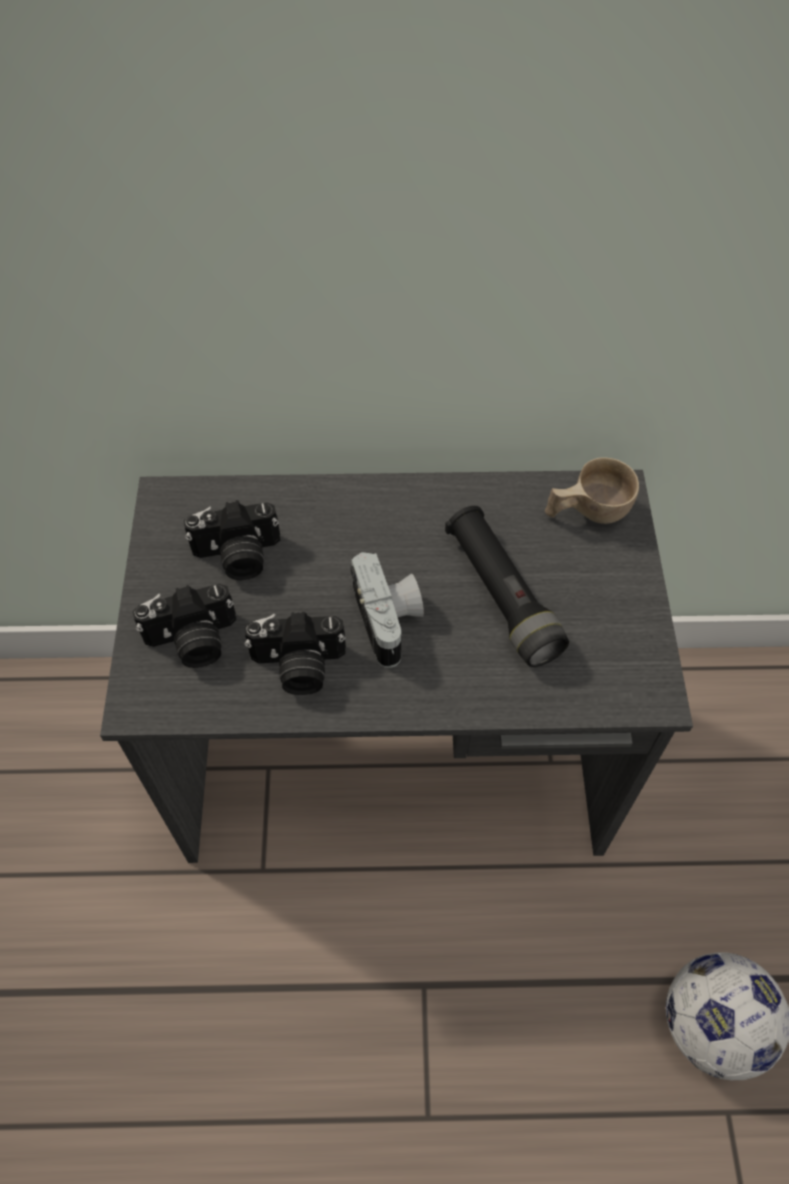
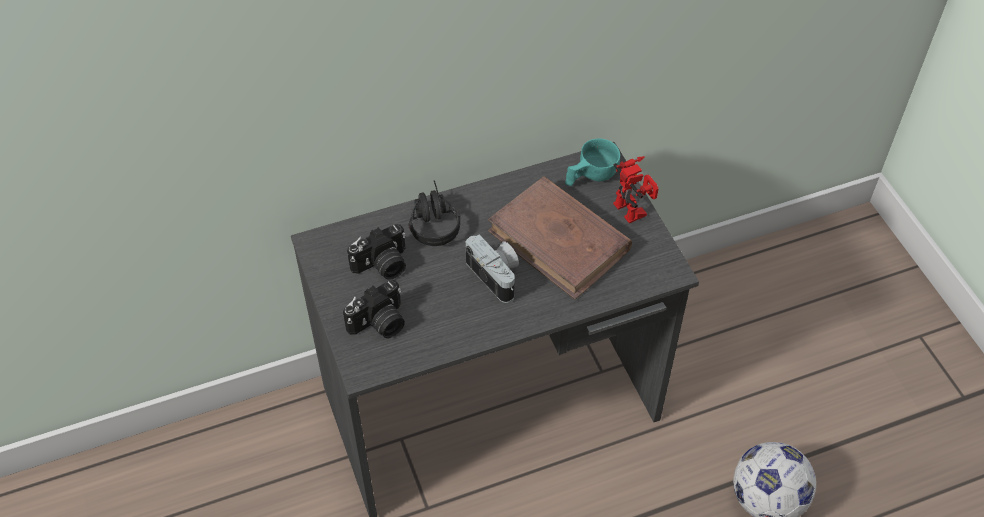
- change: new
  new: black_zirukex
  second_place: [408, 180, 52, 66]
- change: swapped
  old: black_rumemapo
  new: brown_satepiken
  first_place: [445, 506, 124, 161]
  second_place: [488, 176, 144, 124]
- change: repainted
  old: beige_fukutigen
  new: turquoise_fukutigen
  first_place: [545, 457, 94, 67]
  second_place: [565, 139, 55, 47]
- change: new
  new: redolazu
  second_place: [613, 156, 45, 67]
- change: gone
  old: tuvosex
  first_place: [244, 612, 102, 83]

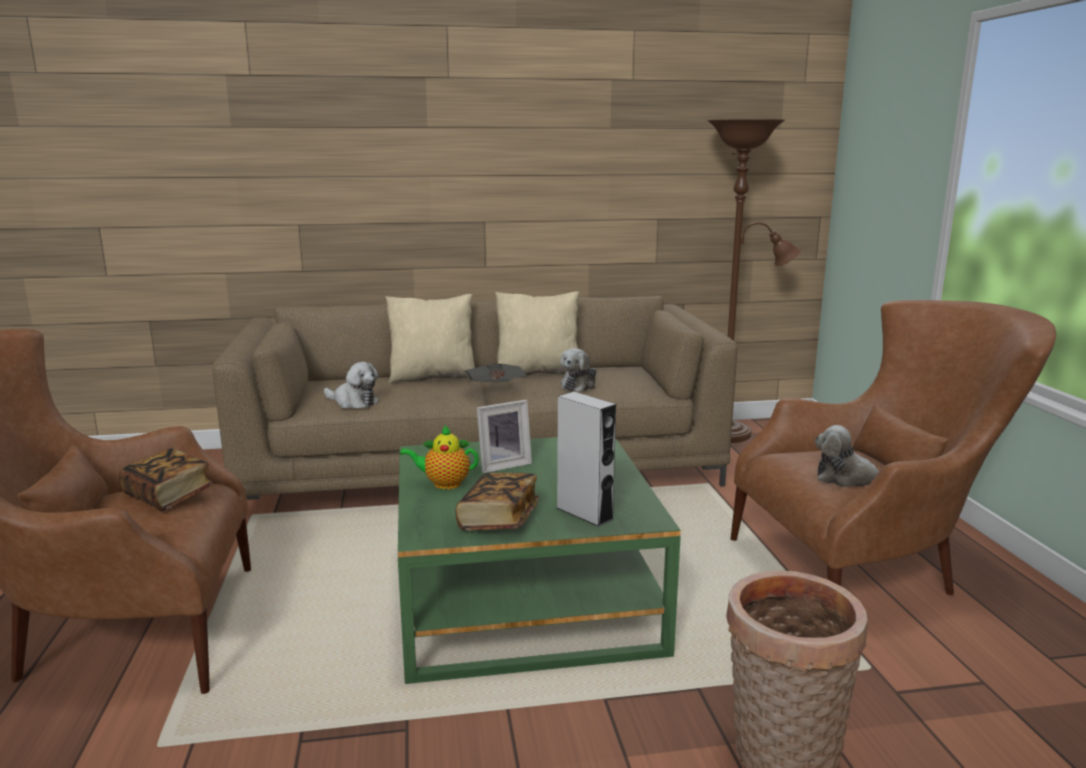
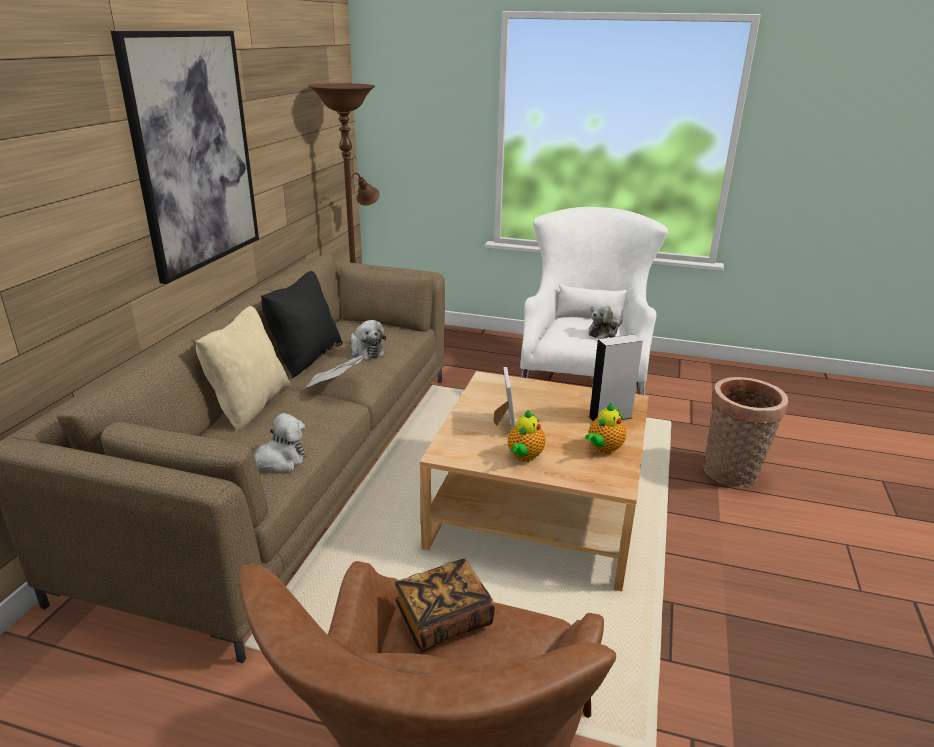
- change: new
  new: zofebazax
  second_place: [111, 31, 148, 253]
- change: repainted
  old: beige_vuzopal
  new: black_vuzopal
  first_place: [495, 291, 84, 84]
  second_place: [261, 271, 82, 107]
- change: repainted
  old: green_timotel
  new: beige_timotel
  first_place: [398, 437, 283, 247]
  second_place: [420, 371, 229, 220]
- change: repainted
  old: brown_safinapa
  new: white_safinapa
  first_place: [731, 300, 325, 296]
  second_place: [520, 207, 148, 188]
- change: swapped
  old: satepiken
  new: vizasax
  first_place: [456, 473, 83, 58]
  second_place: [585, 403, 41, 51]

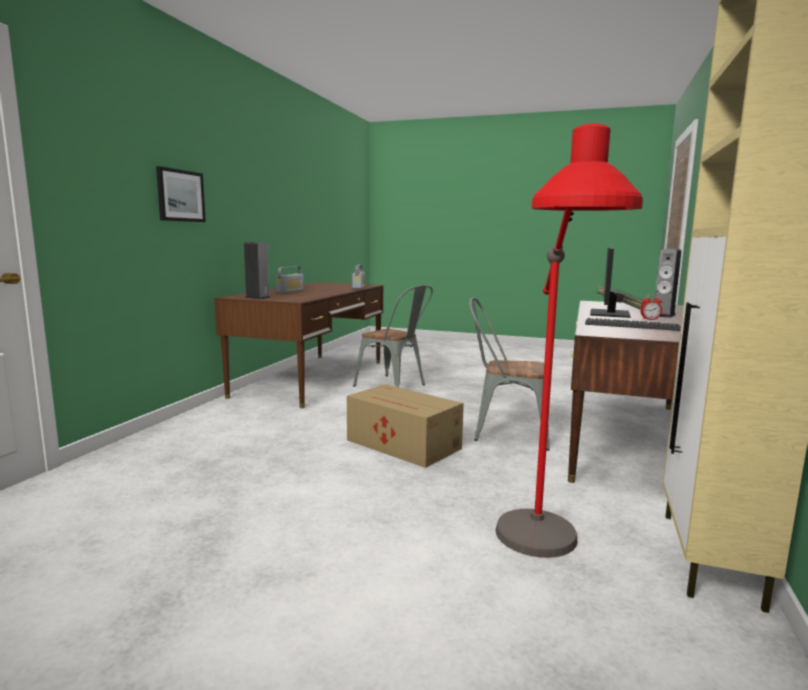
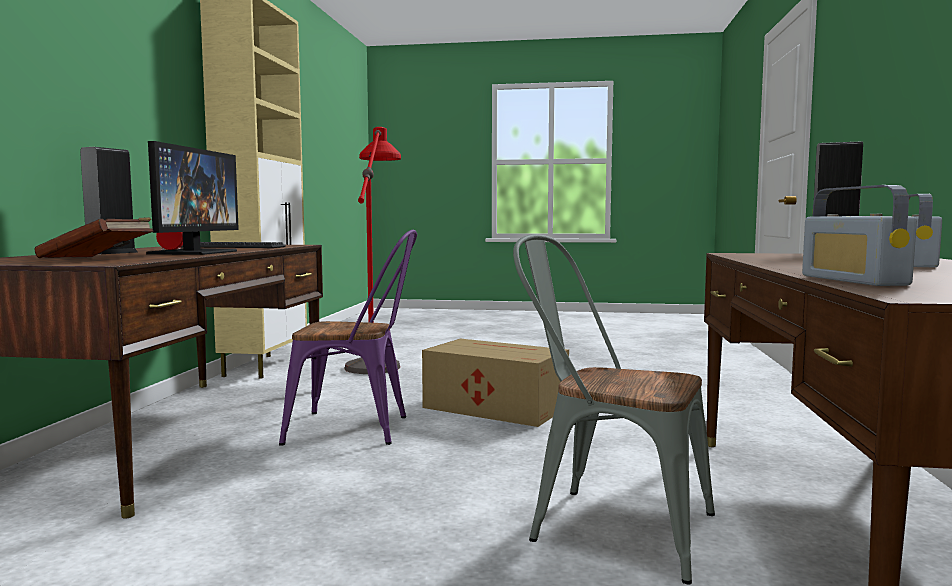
- change: repainted
  old: green_satepiken
  new: brown_satepiken
  first_place: [597, 285, 47, 24]
  second_place: [34, 217, 120, 41]
- change: repainted
  old: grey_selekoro
  new: purple_selekoro
  first_place: [469, 297, 81, 153]
  second_place: [279, 230, 138, 216]
- change: gone
  old: zofebazax
  first_place: [156, 166, 50, 56]

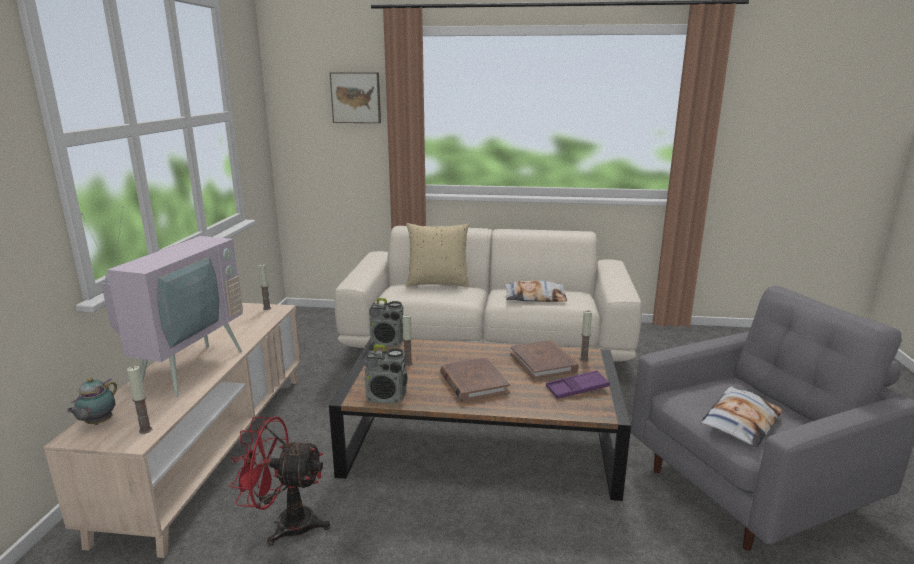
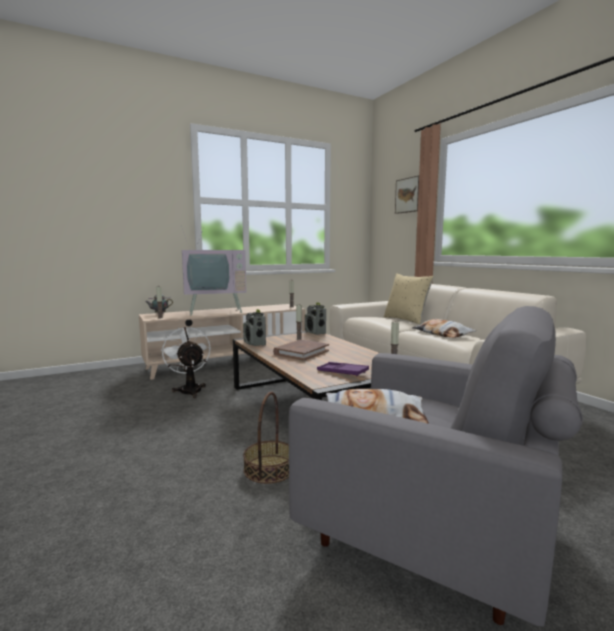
- change: repainted
  old: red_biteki
  new: white_biteki
  first_place: [229, 417, 101, 129]
  second_place: [161, 327, 49, 71]
- change: new
  new: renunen
  second_place: [243, 392, 46, 92]
- change: gone
  old: brown_satepiken
  first_place: [510, 340, 69, 40]

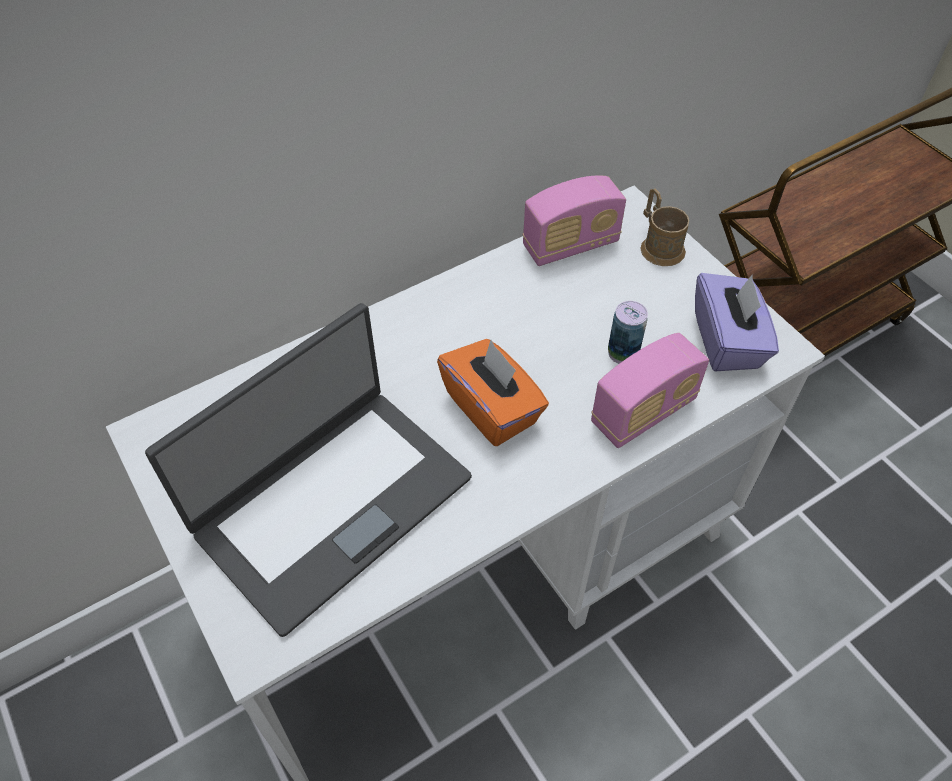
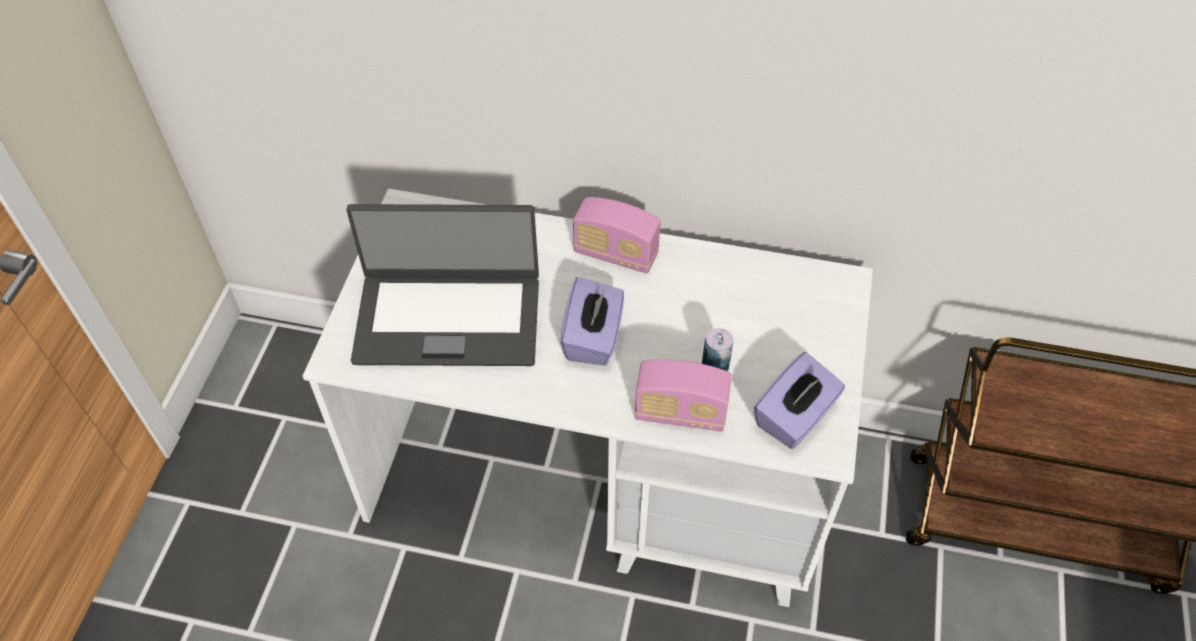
- change: repainted
  old: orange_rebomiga
  new: purple_rebomiga
  first_place: [437, 339, 112, 107]
  second_place: [560, 277, 64, 88]
- change: shifted
  old: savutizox
  first_place: [523, 176, 103, 90]
  second_place: [573, 197, 88, 77]
- change: gone
  old: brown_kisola
  first_place: [640, 188, 50, 78]

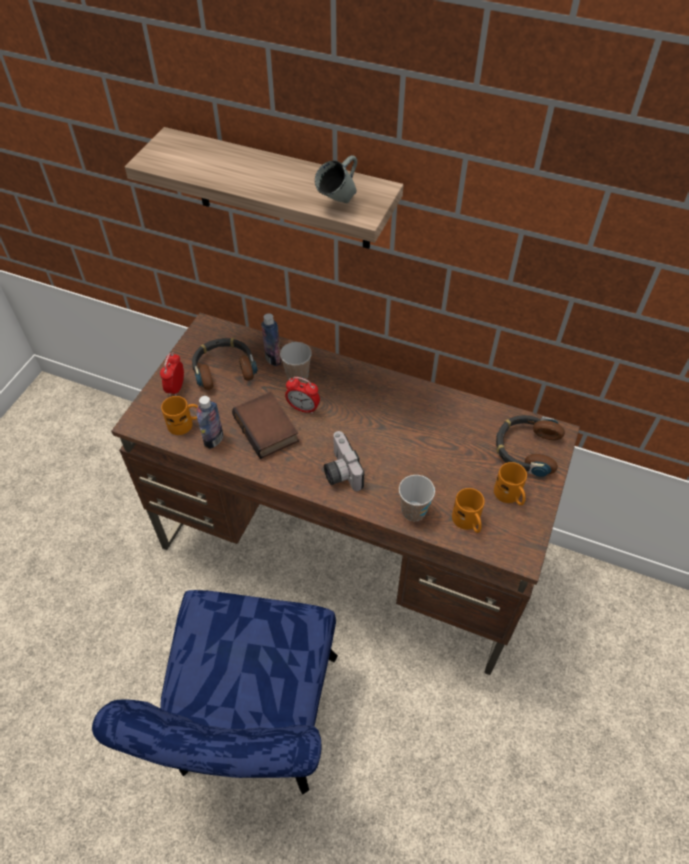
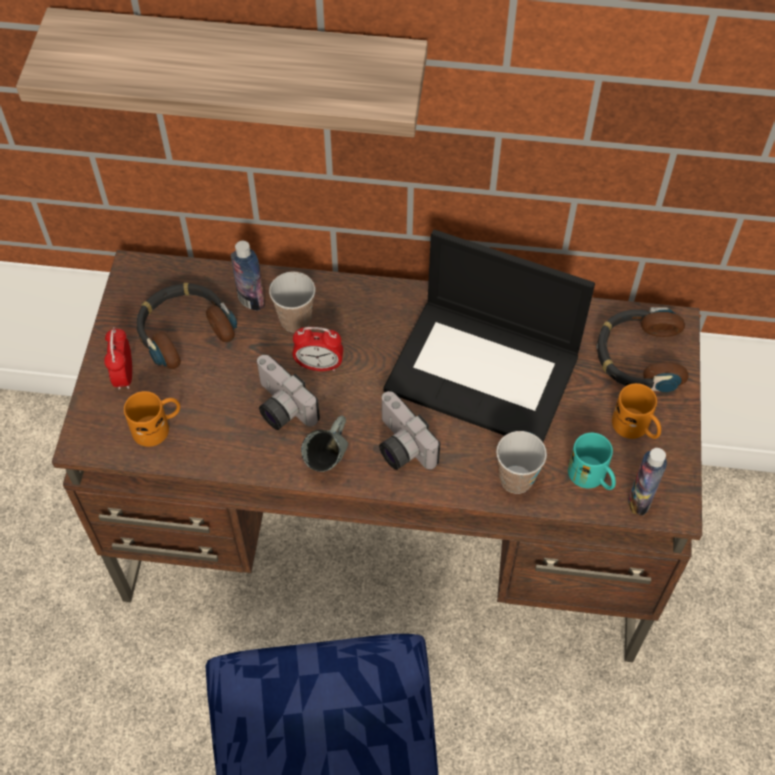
- change: swapped
  old: satepiken
  new: tuvosex
  first_place: [232, 392, 67, 67]
  second_place: [256, 355, 64, 75]
- change: shifted
  old: grey_kisola
  first_place: [315, 155, 42, 48]
  second_place: [301, 415, 47, 57]
- change: new
  new: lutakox
  second_place: [384, 230, 211, 212]
- change: repainted
  old: orange_kisola
  new: turquoise_kisola
  first_place: [452, 488, 32, 45]
  second_place: [568, 433, 48, 57]
- change: shifted
  old: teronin
  first_place: [197, 396, 26, 53]
  second_place: [628, 448, 39, 68]

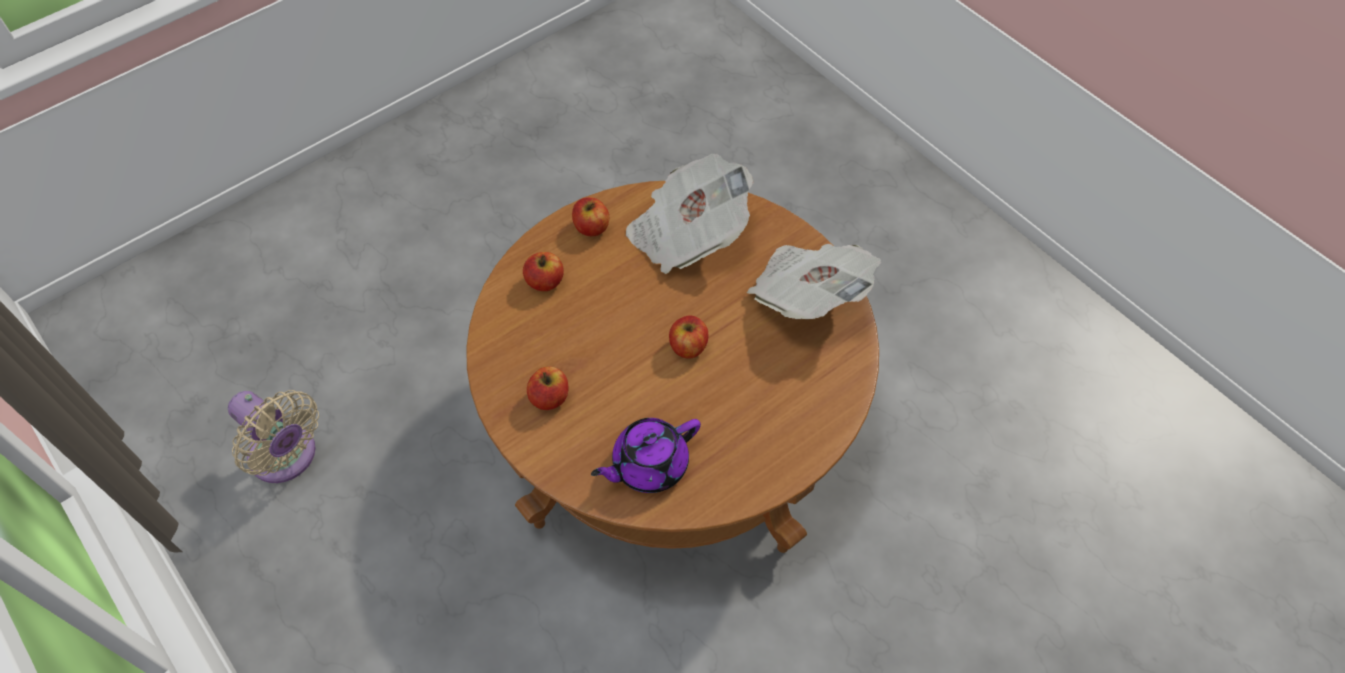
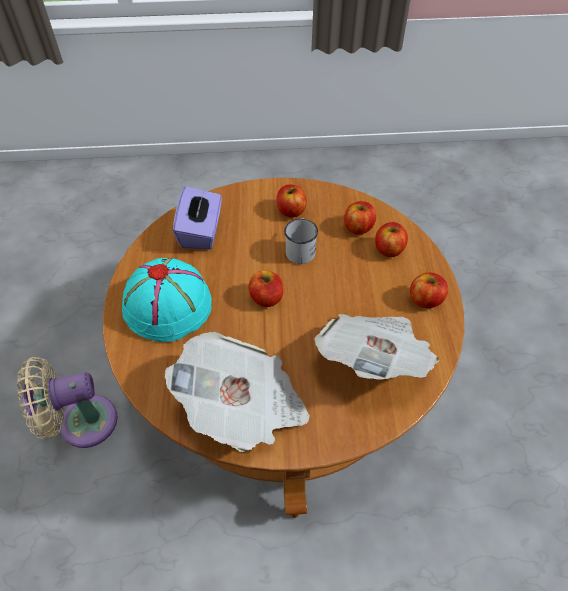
- change: shifted
  old: beige_biteki
  first_place: [228, 390, 91, 93]
  second_place: [17, 357, 101, 91]
- change: new
  new: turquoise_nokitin
  second_place: [122, 258, 90, 84]
- change: swapped
  old: purple_vizasax
  new: purple_rebomiga
  first_place: [591, 418, 110, 75]
  second_place: [173, 186, 49, 64]
- change: new
  new: white_kisola
  second_place: [284, 218, 34, 46]
- change: new
  new: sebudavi
  second_place: [344, 201, 32, 34]

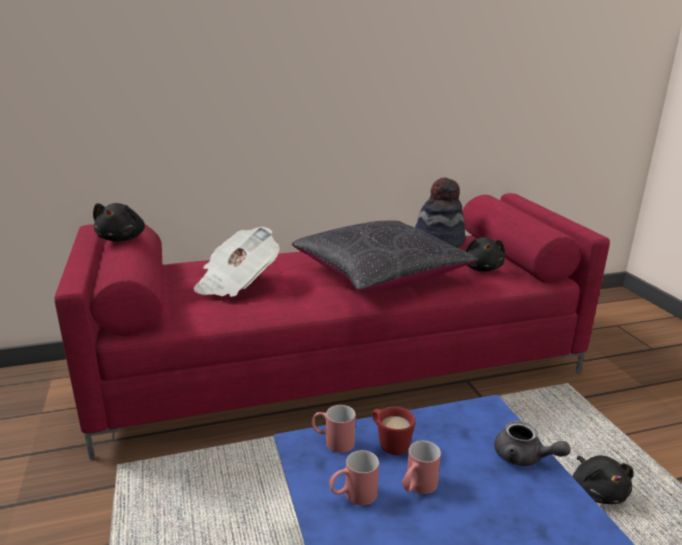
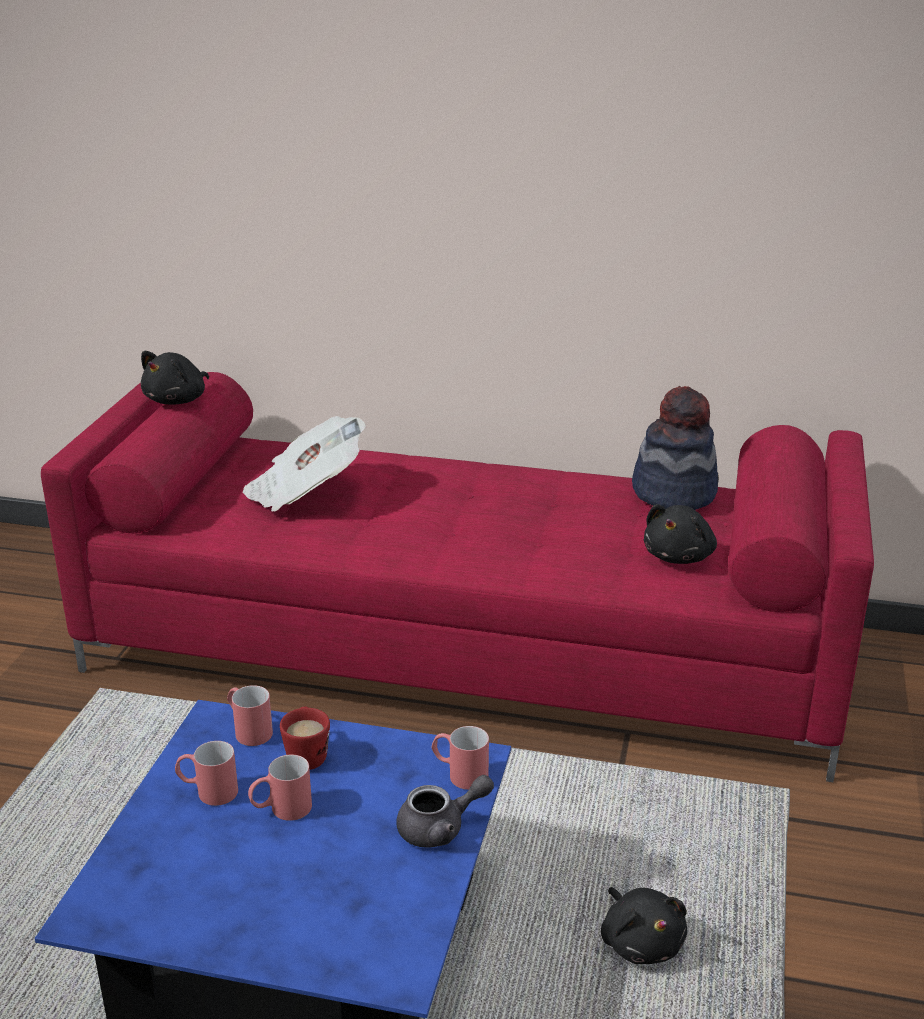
- change: rotated
  old: grey_vizasax
  first_place: [494, 421, 76, 45]
  second_place: [396, 775, 98, 73]
  degrees: -90
- change: new
  new: red_kisola
  second_place: [432, 726, 57, 64]
- change: rotated
  old: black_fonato
  first_place: [573, 455, 61, 49]
  second_place: [601, 887, 86, 77]
  degrees: -45
- change: gone
  old: black_vuzopal
  first_place: [292, 221, 186, 70]

